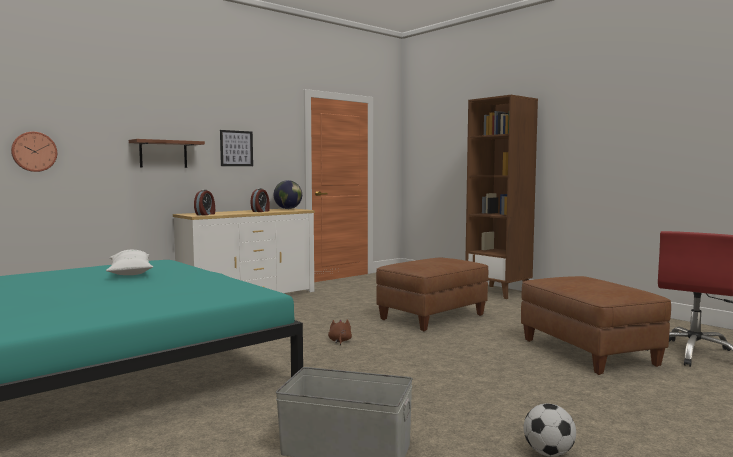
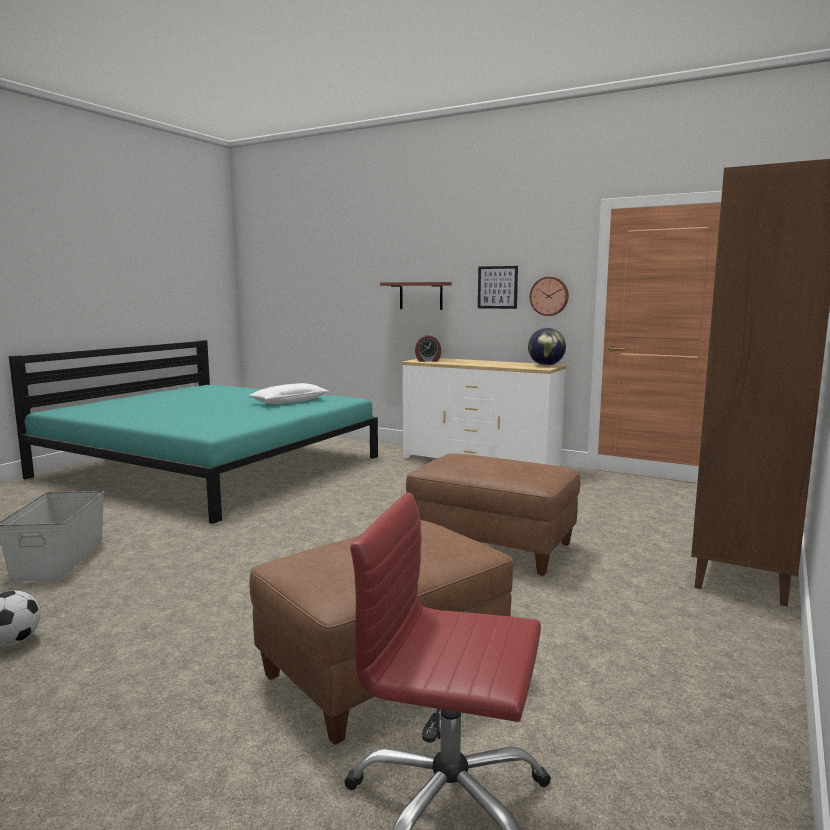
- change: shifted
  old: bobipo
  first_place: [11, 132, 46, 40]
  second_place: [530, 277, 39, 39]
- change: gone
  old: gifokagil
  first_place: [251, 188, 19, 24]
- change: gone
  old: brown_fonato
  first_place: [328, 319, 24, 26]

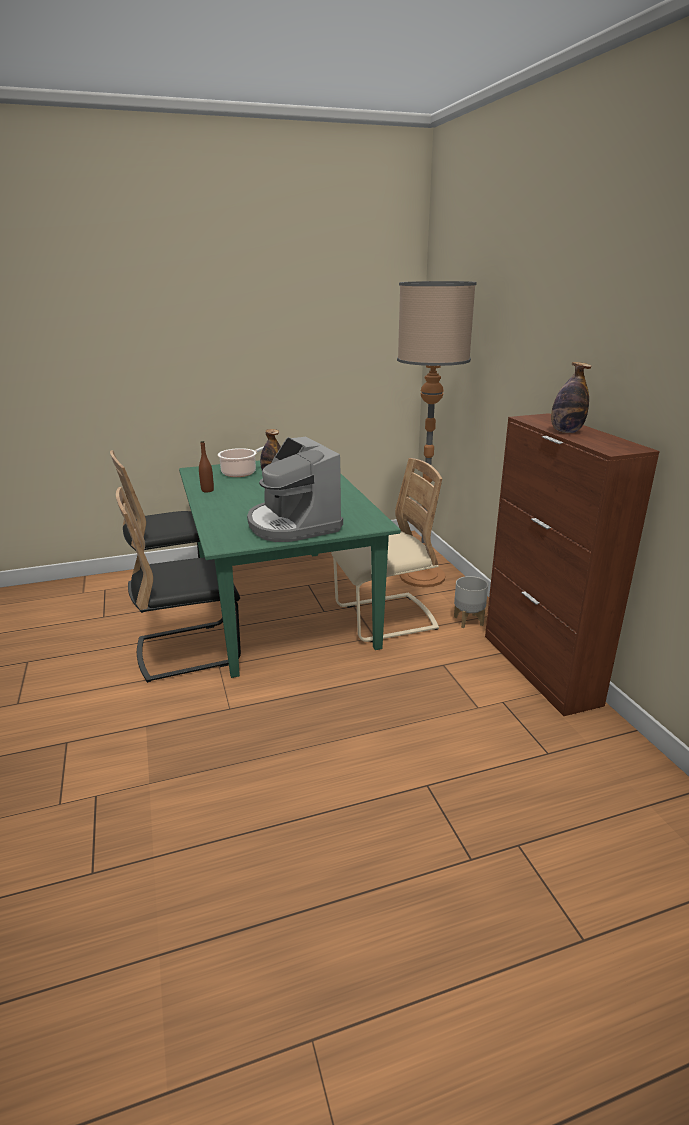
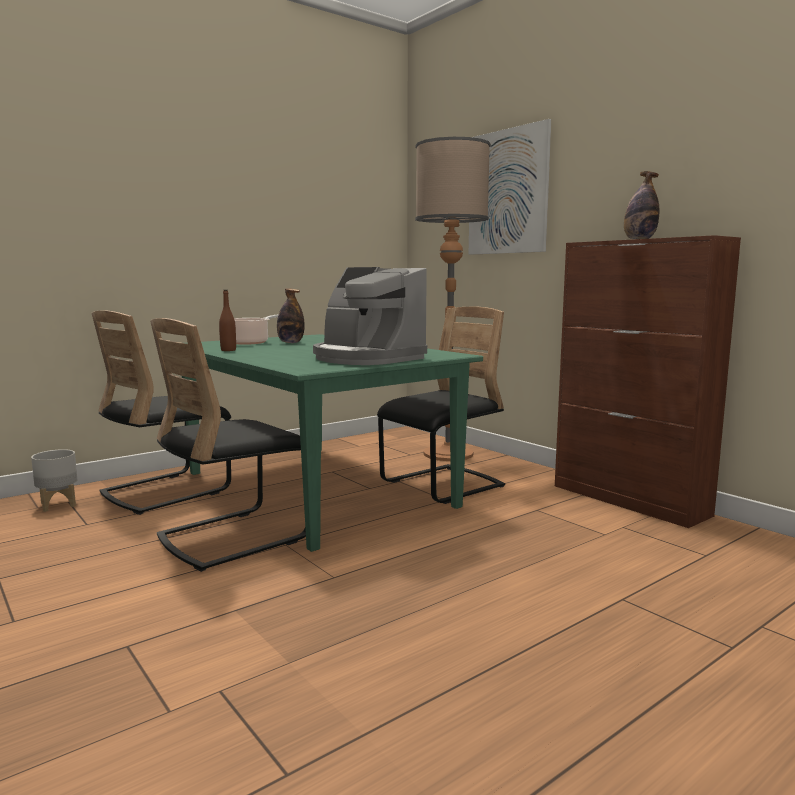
- change: shifted
  old: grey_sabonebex
  first_place: [454, 576, 34, 52]
  second_place: [31, 449, 46, 63]
- change: repainted
  old: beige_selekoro
  new: black_selekoro
  first_place: [331, 458, 111, 184]
  second_place: [377, 306, 128, 198]
- change: new
  new: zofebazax
  second_place: [469, 119, 82, 136]

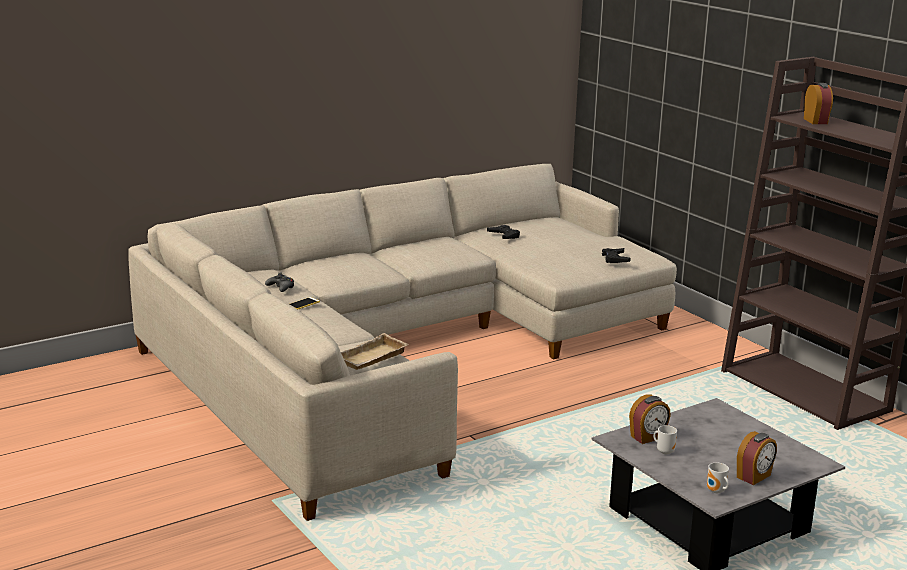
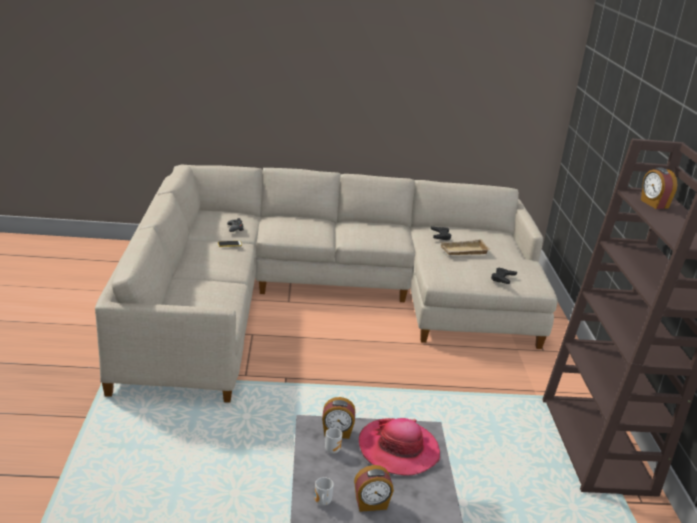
- change: new
  new: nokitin
  second_place: [359, 418, 81, 57]
- change: shifted
  old: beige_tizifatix
  first_place: [341, 333, 68, 37]
  second_place: [441, 239, 50, 16]
- change: rotated
  old: gifokagil
  first_place: [804, 83, 29, 41]
  second_place: [641, 168, 36, 41]
  degrees: 135

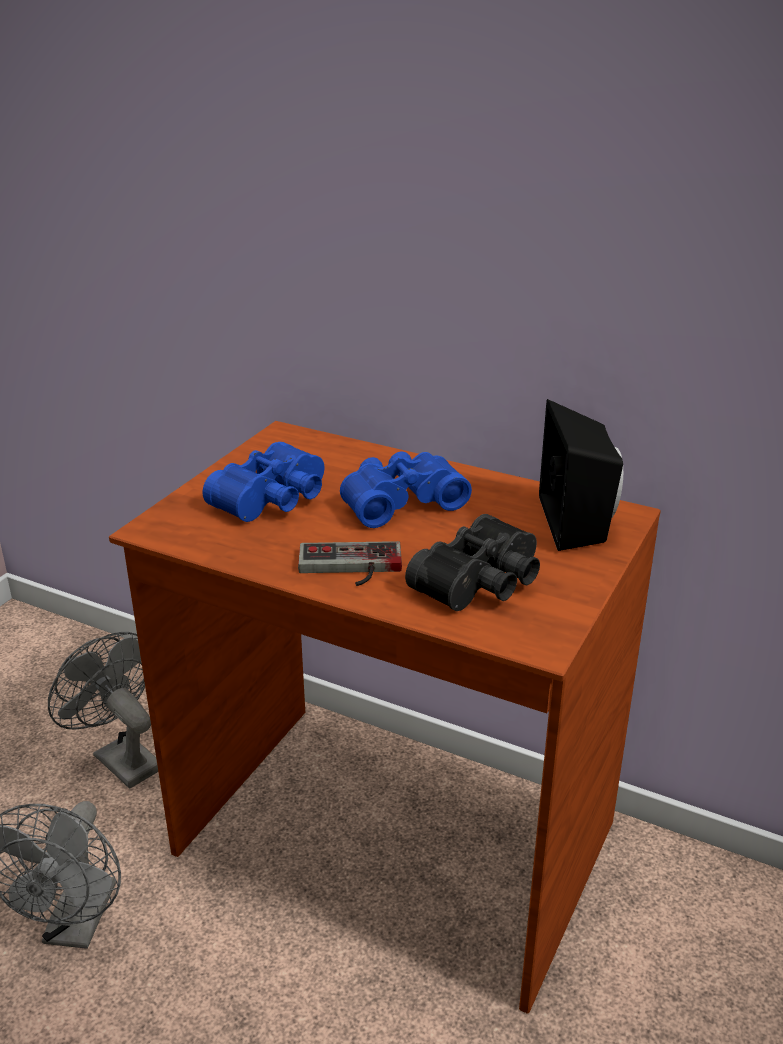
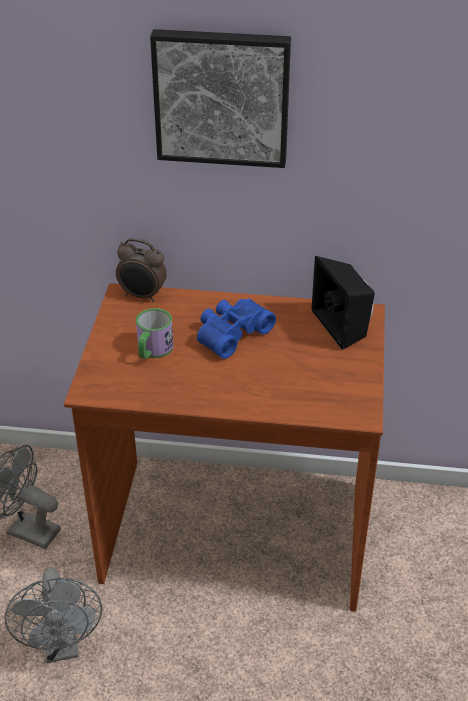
- change: new
  new: gifokagil
  second_place: [116, 238, 51, 64]
- change: swapped
  old: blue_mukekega
  new: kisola
  first_place: [203, 442, 121, 80]
  second_place: [136, 308, 37, 51]
- change: new
  new: zofebazax
  second_place: [150, 29, 141, 139]
- change: gone
  old: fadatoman
  first_place: [298, 541, 104, 45]
- change: gone
  old: black_mukekega
  first_place: [405, 514, 135, 97]

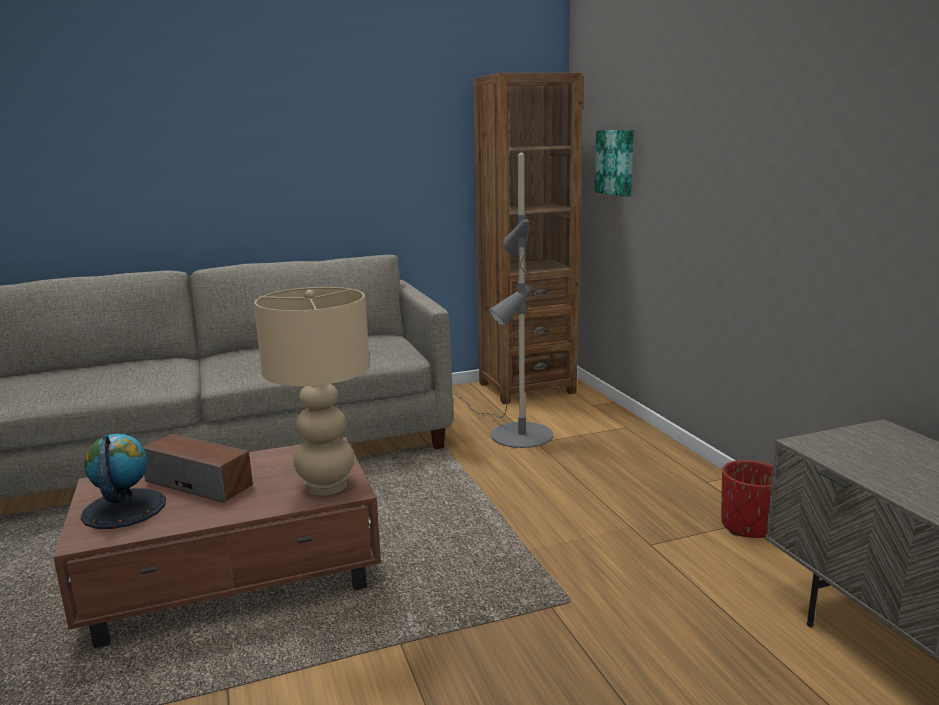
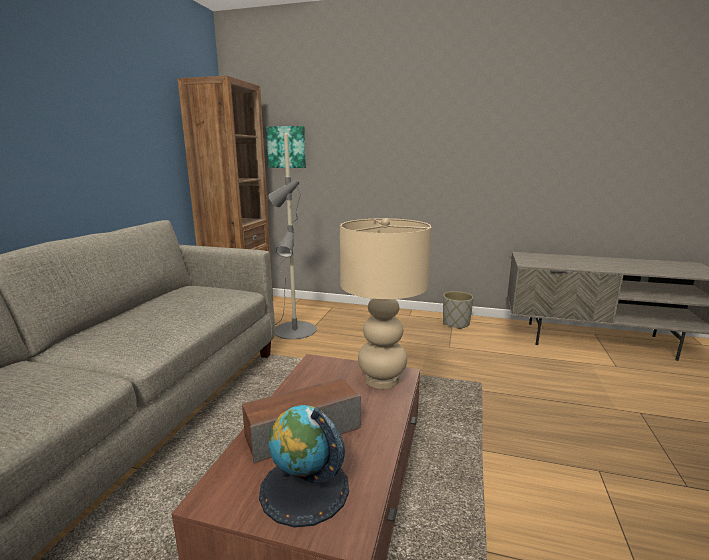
- change: repainted
  old: red_sabonebex
  new: grey_sabonebex
  first_place: [721, 460, 52, 78]
  second_place: [443, 291, 31, 38]

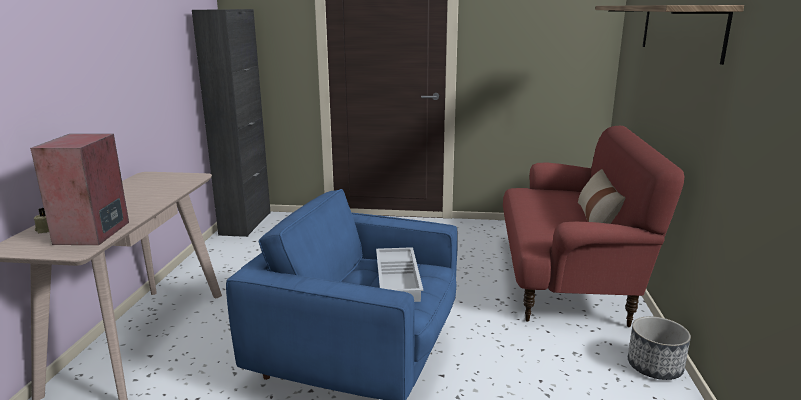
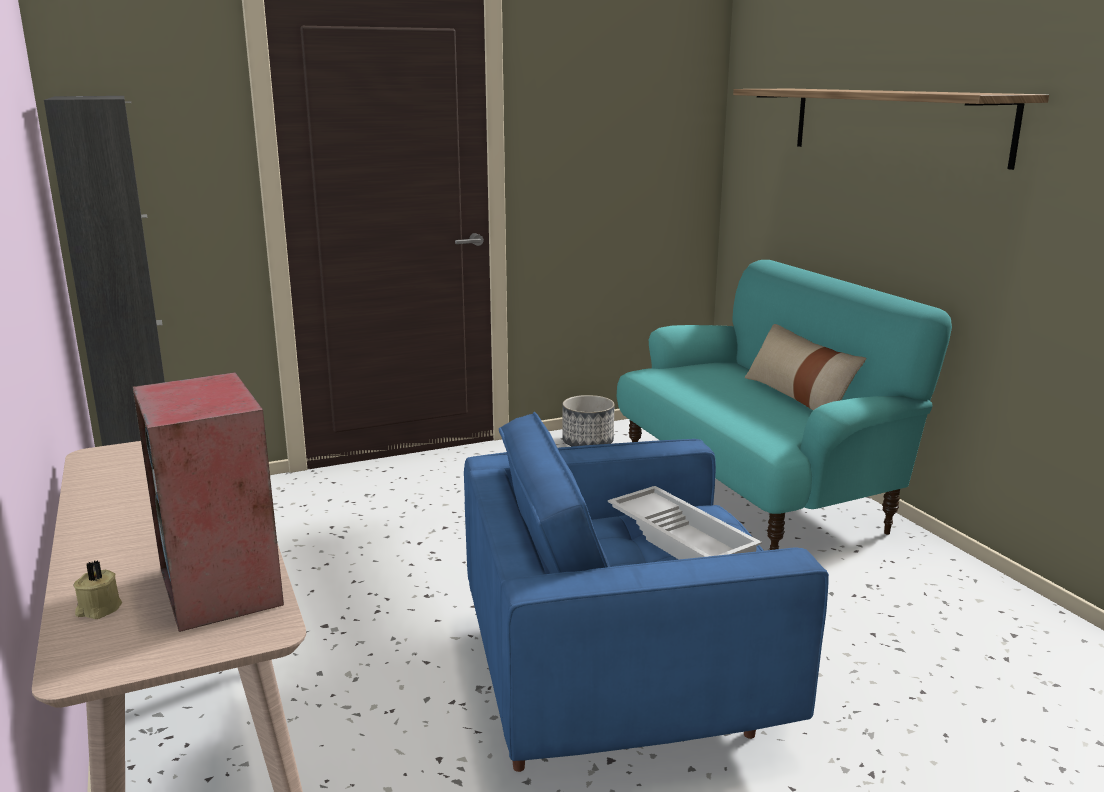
- change: shifted
  old: sabonebex
  first_place: [628, 316, 63, 64]
  second_place: [562, 395, 53, 51]
- change: repainted
  old: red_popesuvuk
  new: turquoise_popesuvuk
  first_place: [503, 126, 181, 202]
  second_place: [617, 260, 335, 290]

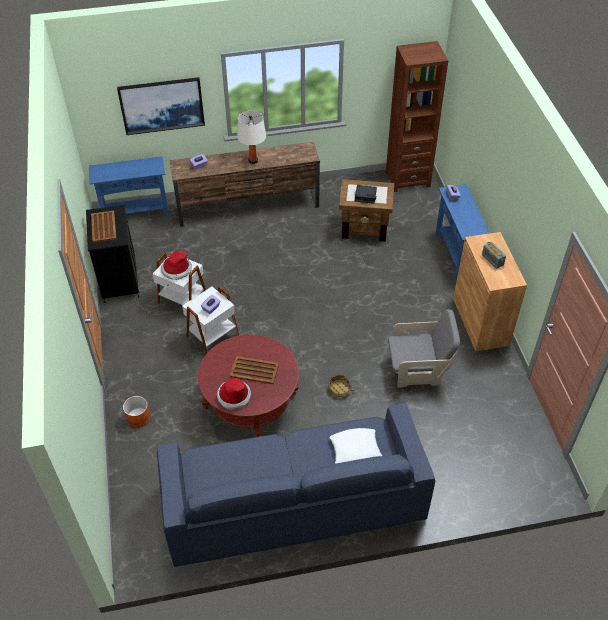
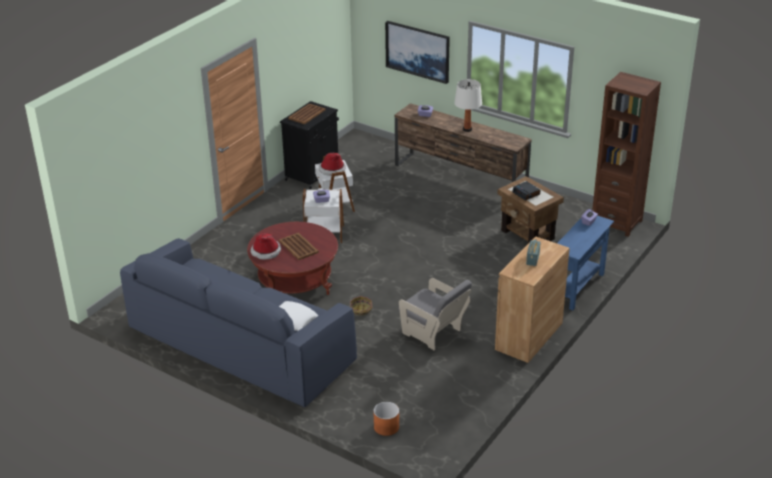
- change: shifted
  old: orange_sabonebex
  first_place: [123, 396, 28, 32]
  second_place: [373, 402, 26, 34]
- change: gone
  old: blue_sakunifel
  first_place: [89, 156, 80, 61]

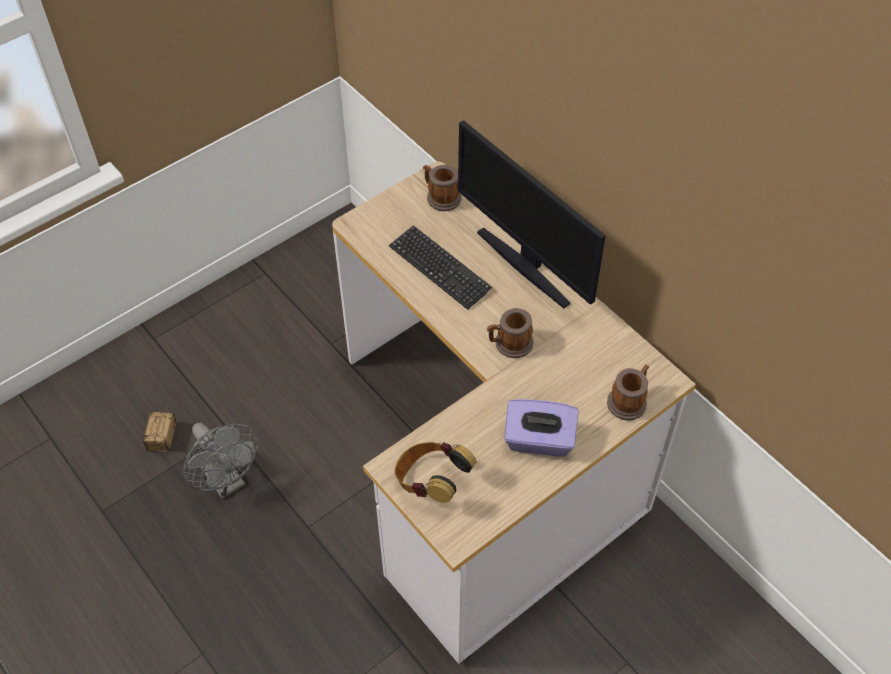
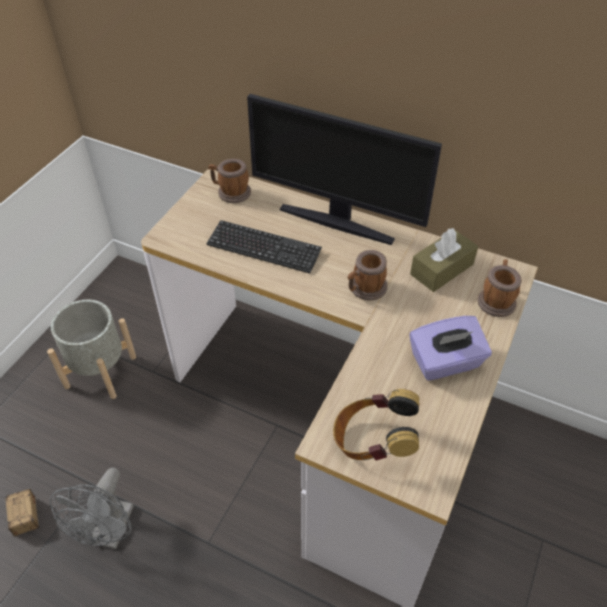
- change: new
  new: grey_sabonebex
  second_place: [47, 299, 89, 100]
- change: rotated
  old: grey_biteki
  first_place: [183, 423, 75, 76]
  second_place: [49, 468, 85, 81]
  degrees: 75
- change: new
  new: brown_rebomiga
  second_place: [410, 228, 68, 64]

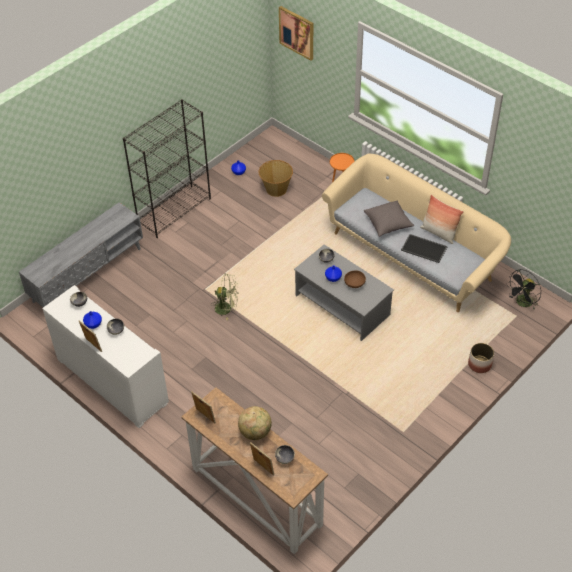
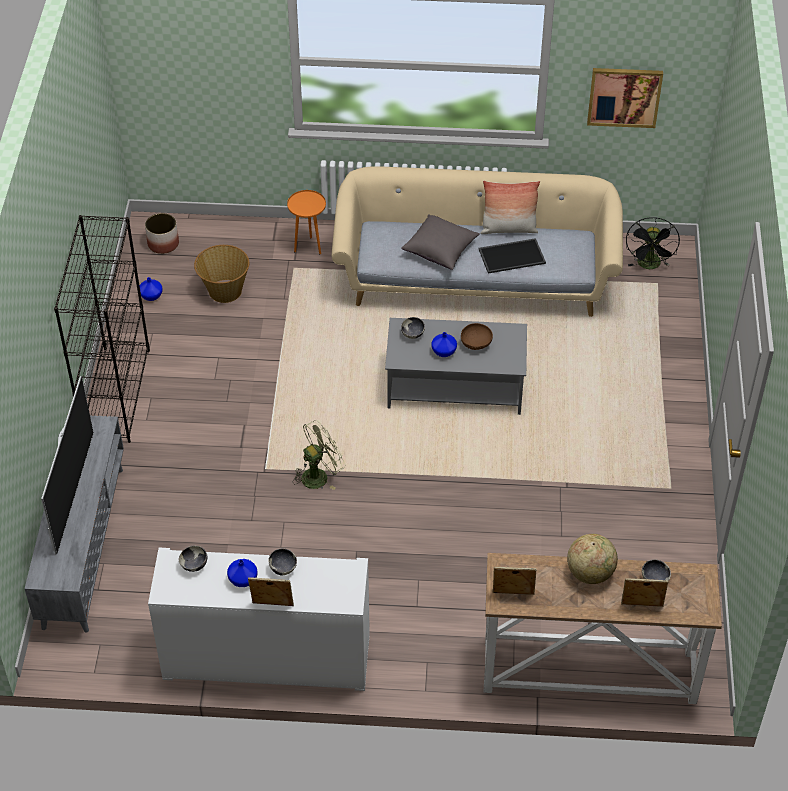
- change: new
  new: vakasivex
  second_place: [41, 376, 53, 178]
- change: shifted
  old: sabonebex
  first_place: [468, 343, 26, 30]
  second_place: [145, 213, 34, 41]
- change: shifted
  old: zofebazax
  first_place: [279, 6, 34, 55]
  second_place: [587, 68, 76, 60]

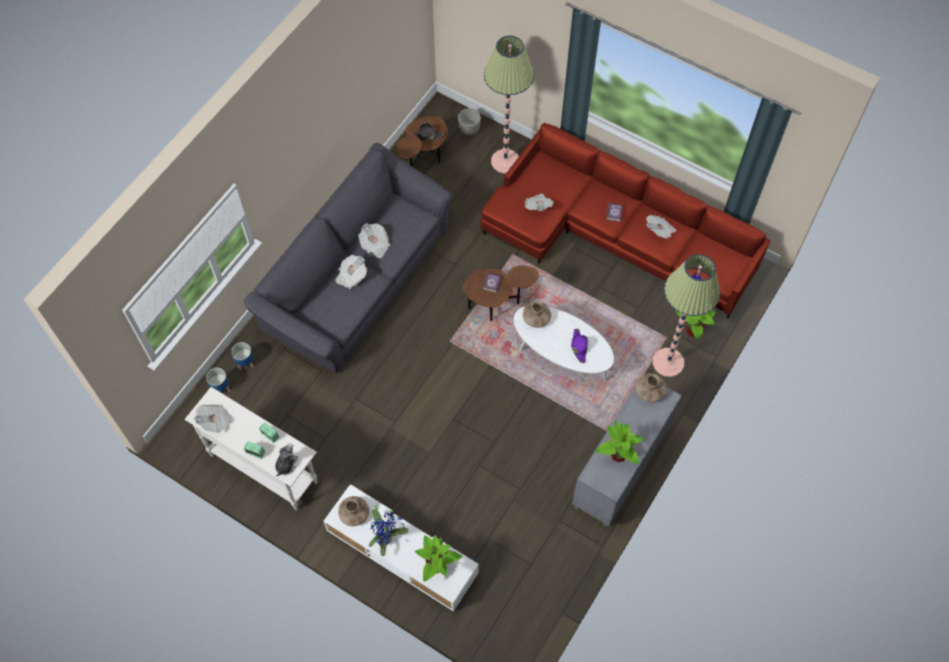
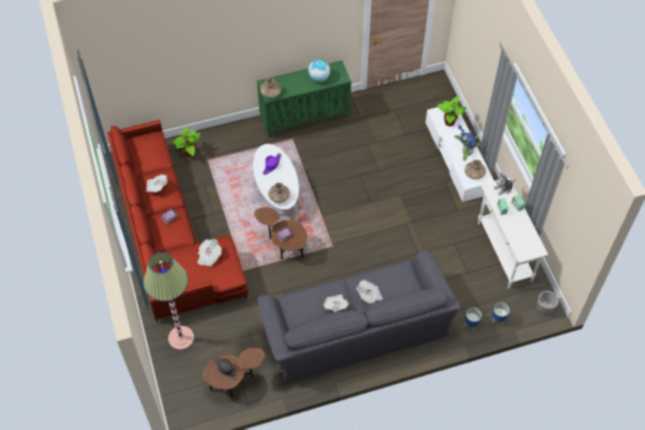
- change: repainted
  old: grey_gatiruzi
  new: green_gatiruzi
  first_place: [572, 374, 110, 153]
  second_place: [257, 60, 94, 78]
- change: swapped
  old: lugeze
  new: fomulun
  first_place: [595, 421, 49, 43]
  second_place: [308, 59, 23, 23]
- change: shifted
  old: sabonebex
  first_place: [458, 108, 23, 27]
  second_place: [537, 291, 21, 23]
- change: gone
  old: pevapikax
  first_place: [194, 404, 41, 29]
- change: gone
  old: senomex
  first_place: [653, 254, 67, 123]

